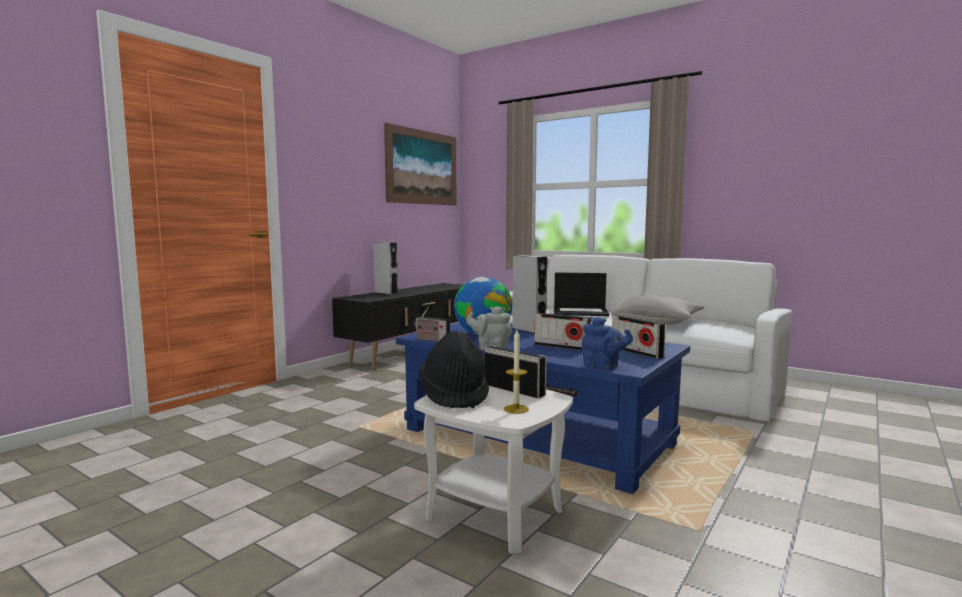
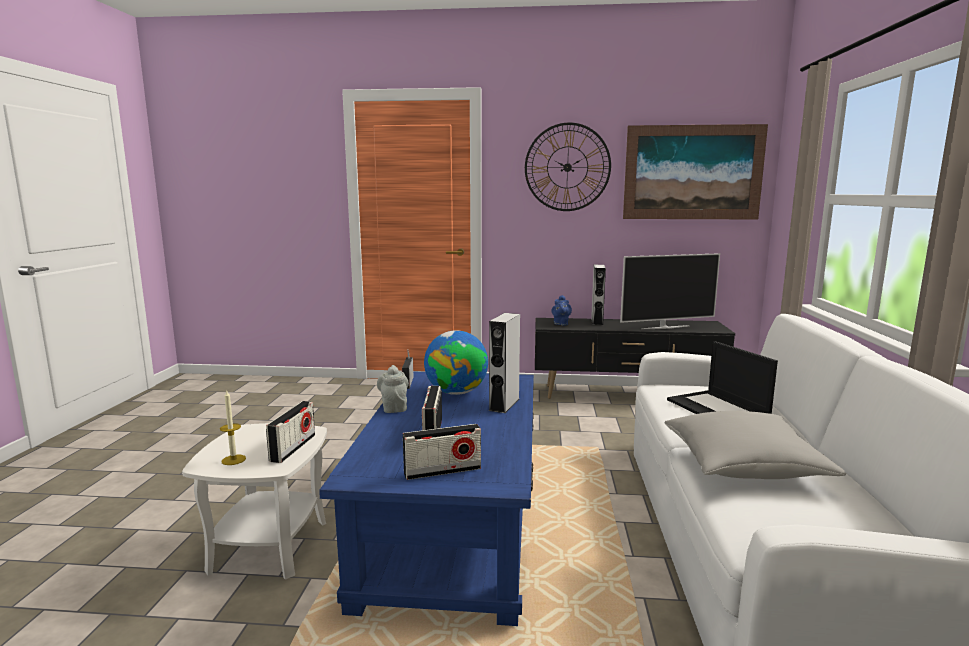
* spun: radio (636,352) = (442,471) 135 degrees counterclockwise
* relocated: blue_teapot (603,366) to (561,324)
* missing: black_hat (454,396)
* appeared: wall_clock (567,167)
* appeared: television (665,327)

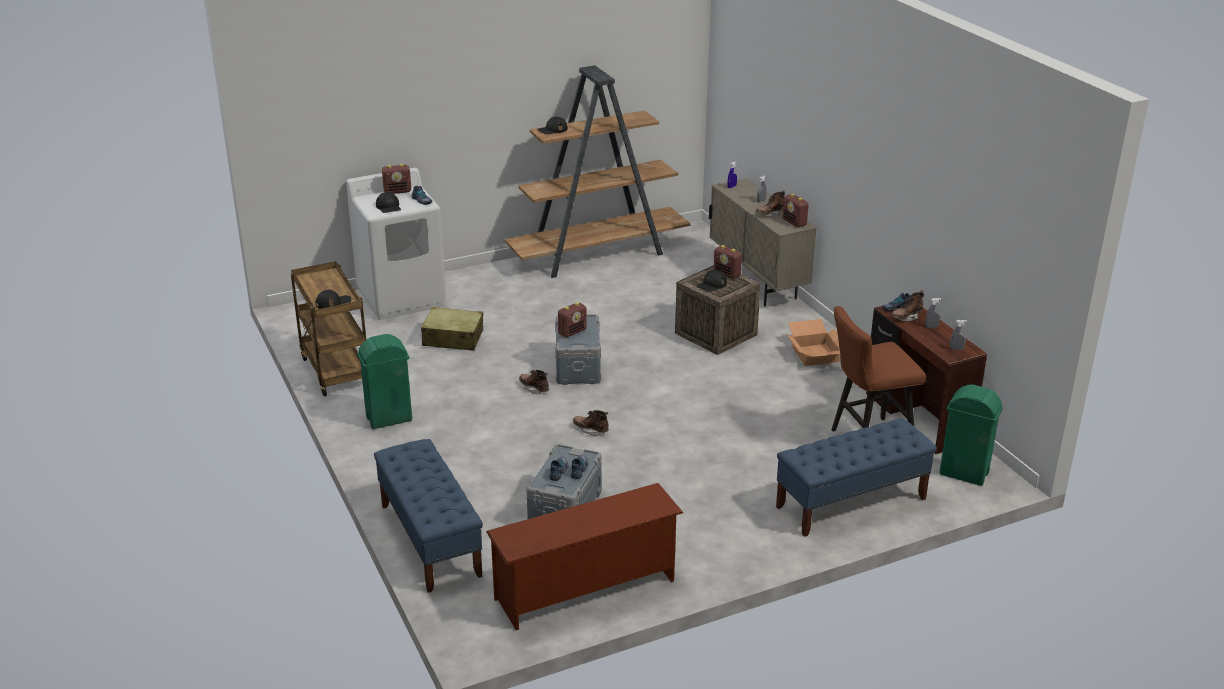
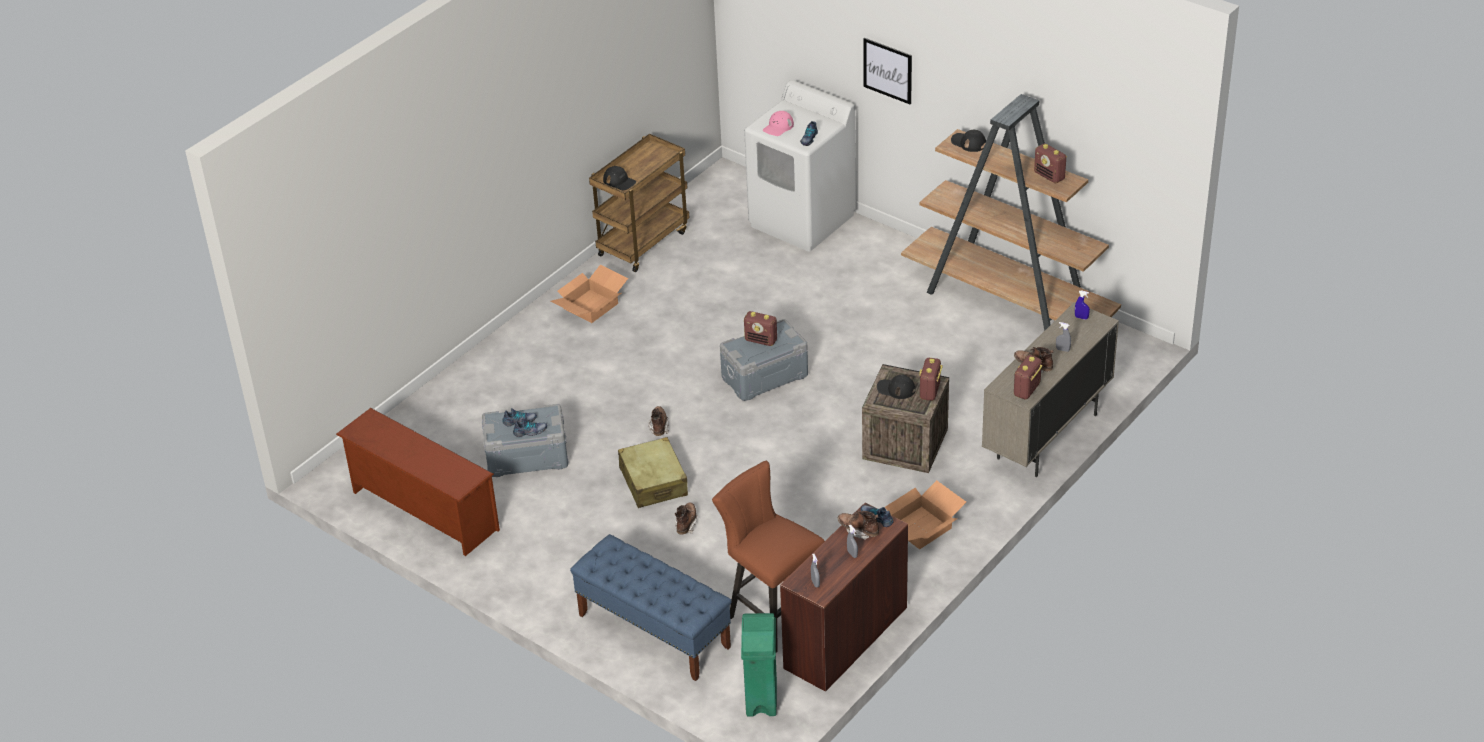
* relocated: radio (397,191) to (1049,176)
* colour: black_cap (388,207) to pink_cap (778,127)
* relocated: beige_suitcase (453,338) to (653,482)
* exchanged: green_trash_can (388,419) to cardboard_box (590,305)
* relocated: brown_boot (534,388) to (686,524)
* missing: blue_bench (430,540)
* appeared: picture (887,70)

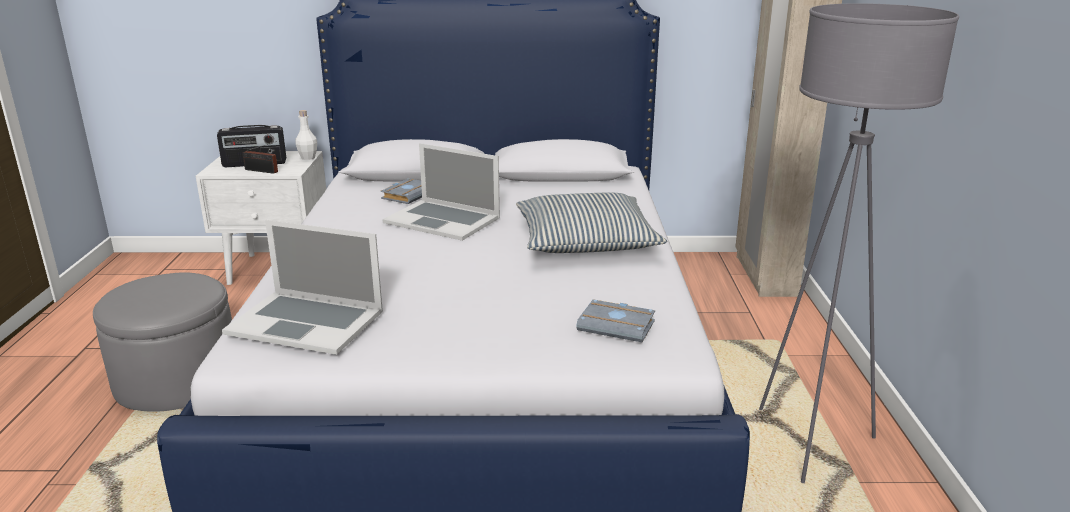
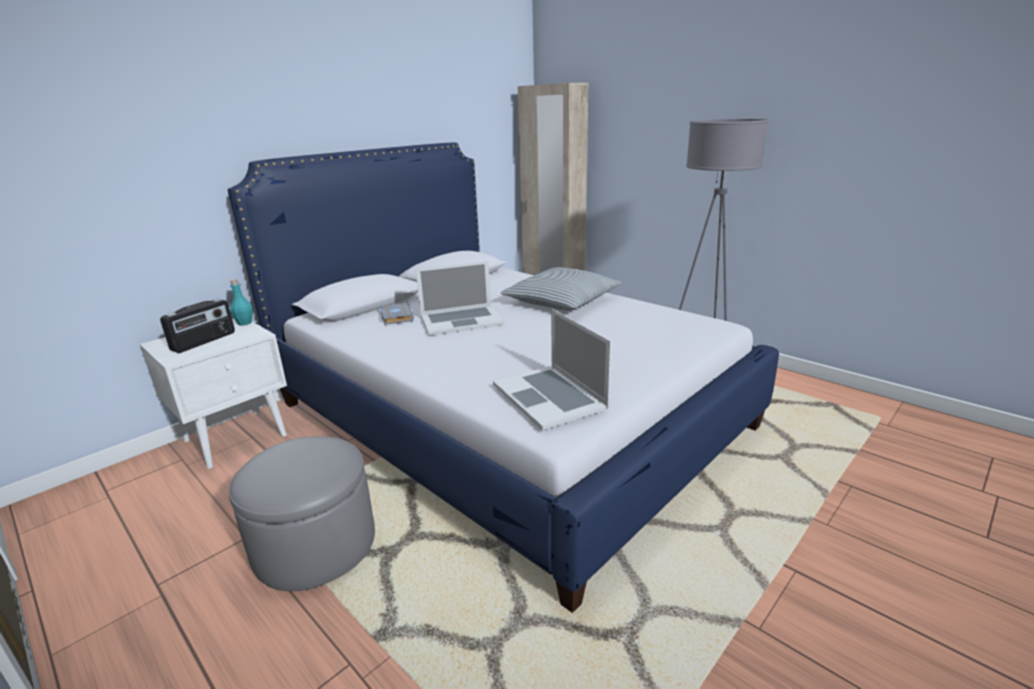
* colour: white_bottle (308,158) to turquoise_bottle (244,323)
* missing: radio (263,171)
* spun: laptop (306,322) = (549,395) 90 degrees clockwise
* missing: grey_book (618,326)

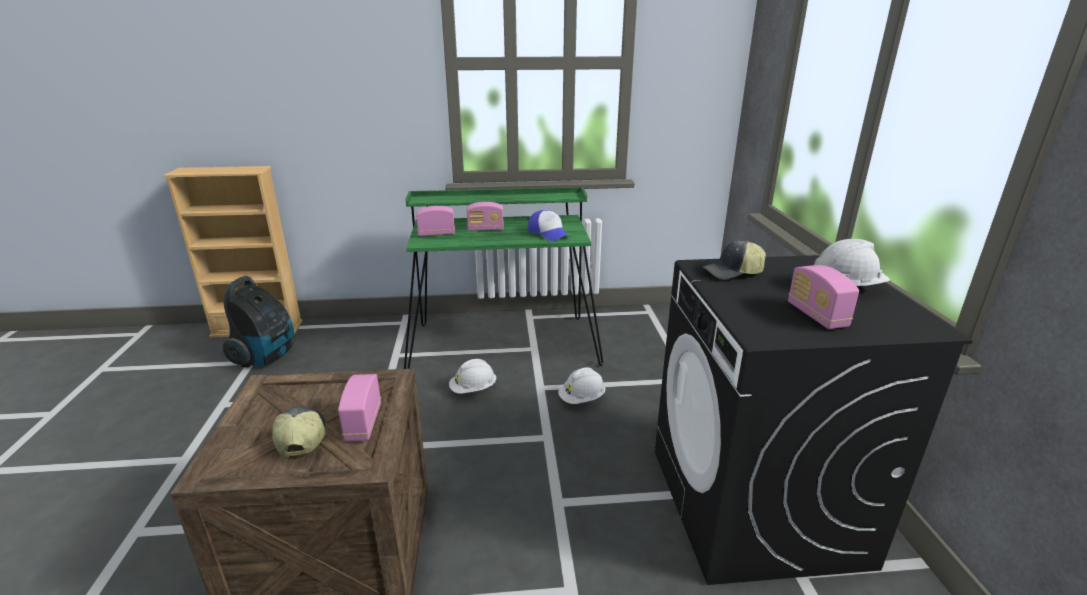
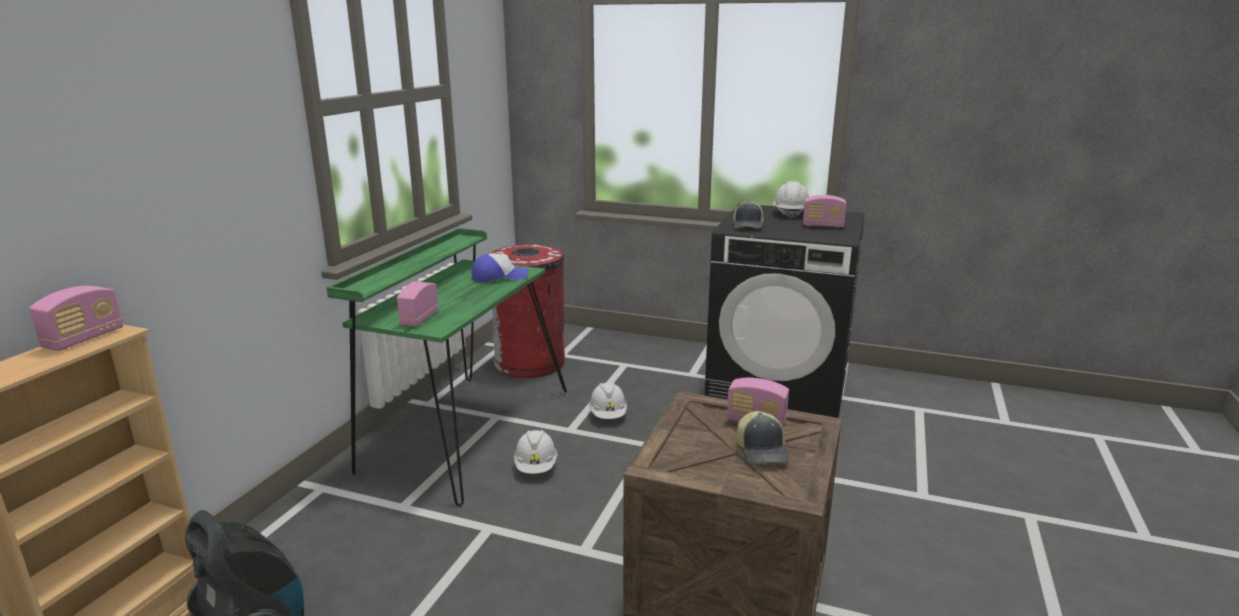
* relocated: radio (485,229) to (84,339)
* spun: cap (300,437) = (762,450) 105 degrees counterclockwise
* appeared: red_trash_can (530,363)

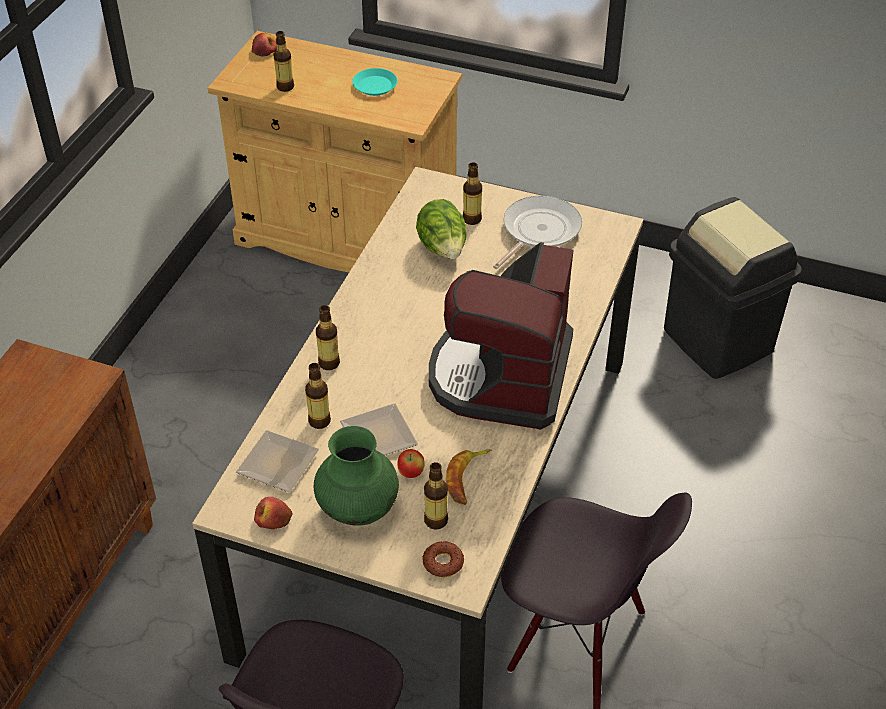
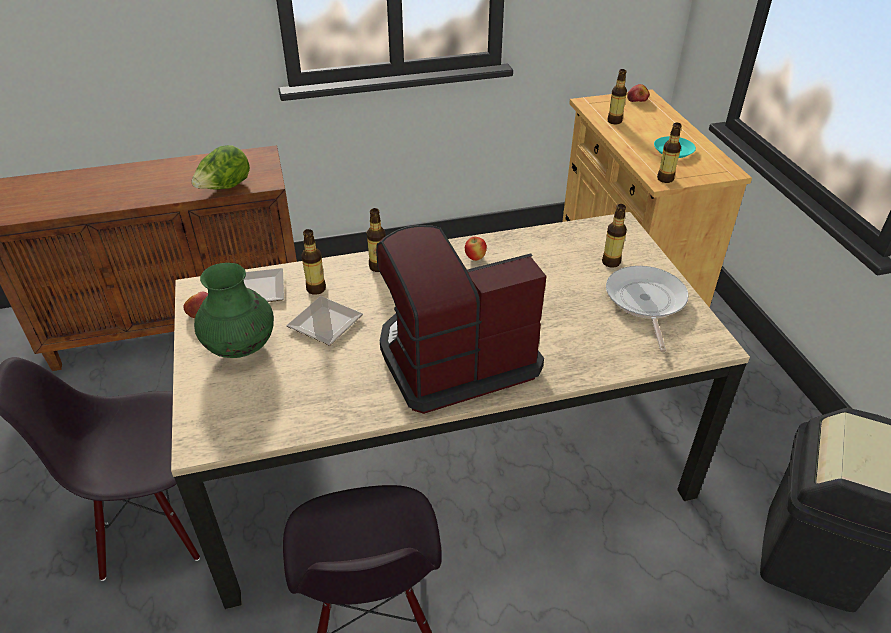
* spun: frying_pan (538,231) = (645,302) 90 degrees counterclockwise
* relocated: lettuce (443,249) to (225,188)
* relocated: apple (411,473) to (475,258)
* missing: banana (467,479)
* relocated: bottle (436,520) to (665,179)
* missing: donut (443,562)

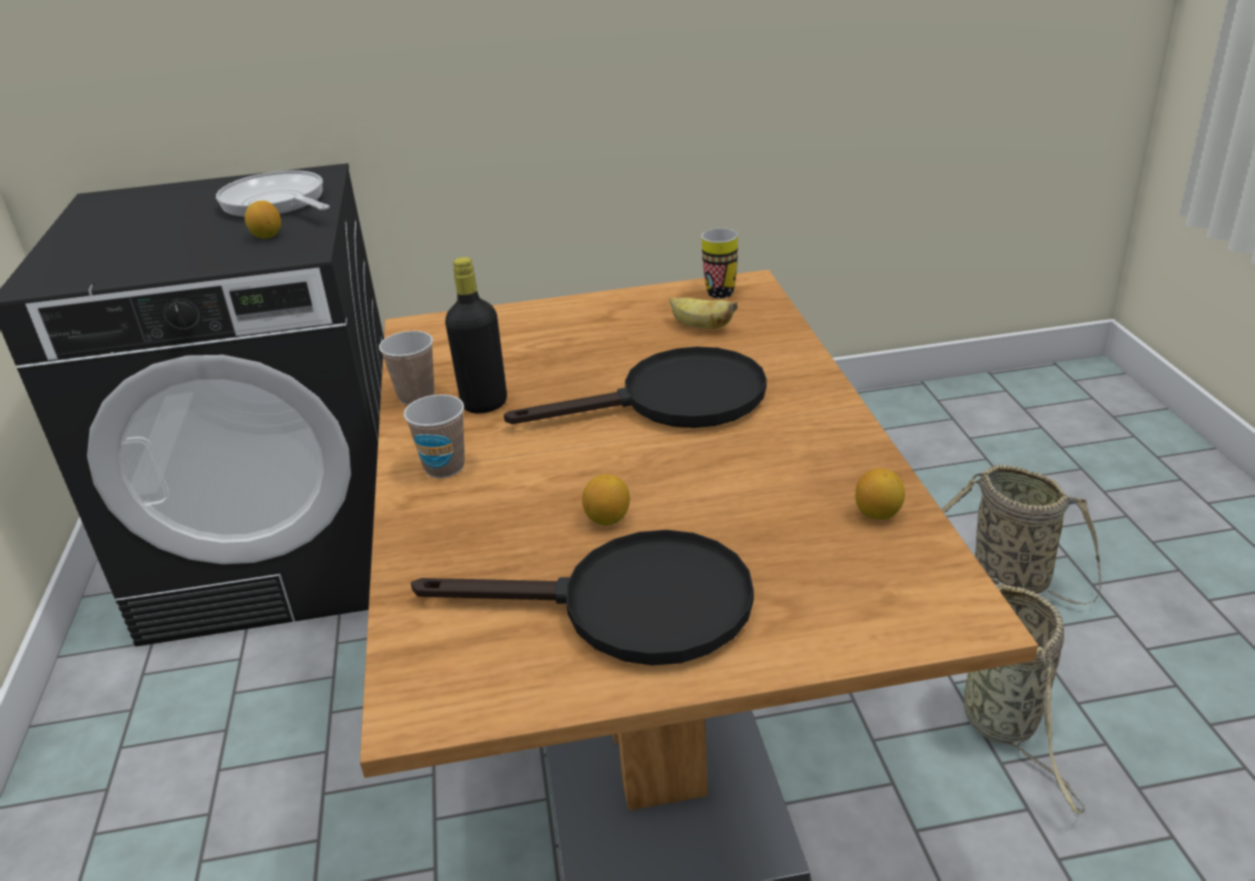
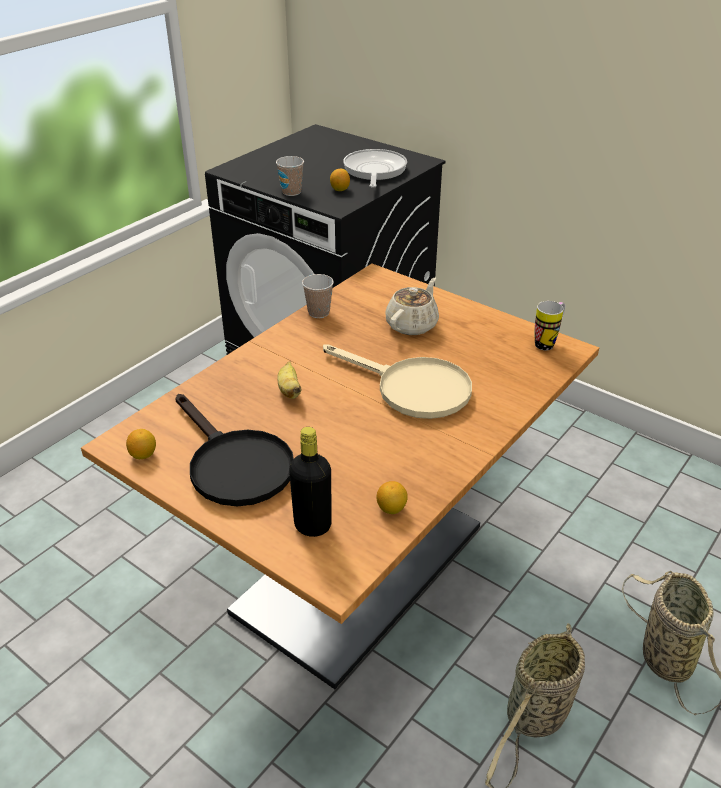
* relocated: black_bottle (484,404) to (312,525)
* relocated: banana (700,326) to (289,390)
* colour: black_frying_pan (673,401) to beige_frying_pan (412,389)
* relocated: cup (444,467) to (291,192)
* relocated: lemon (607,519) to (143,455)
* appeared: beige_teapot (412,324)

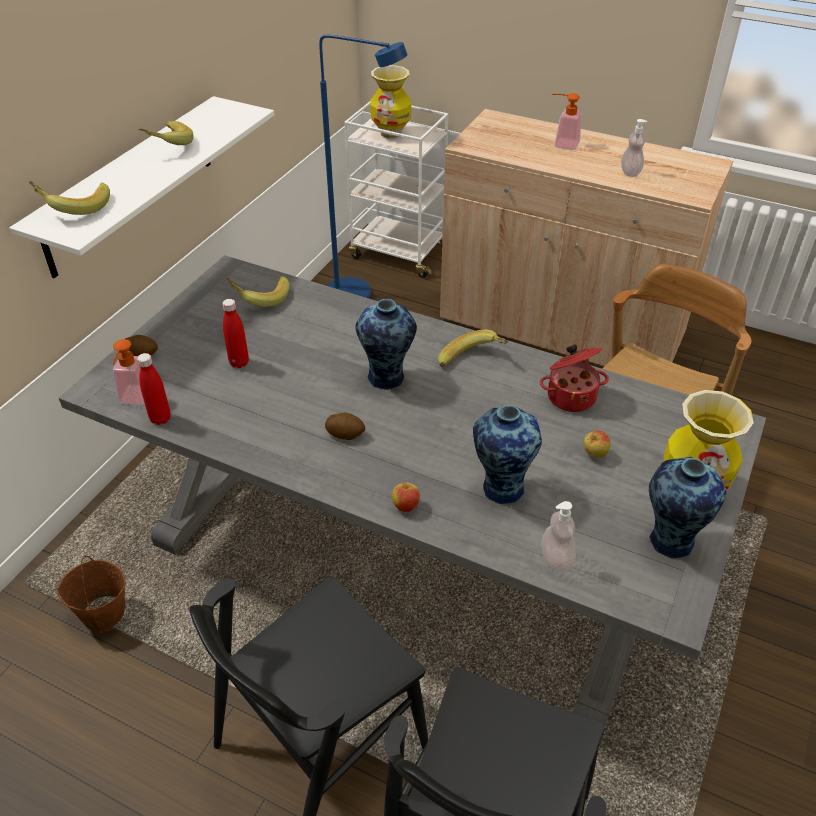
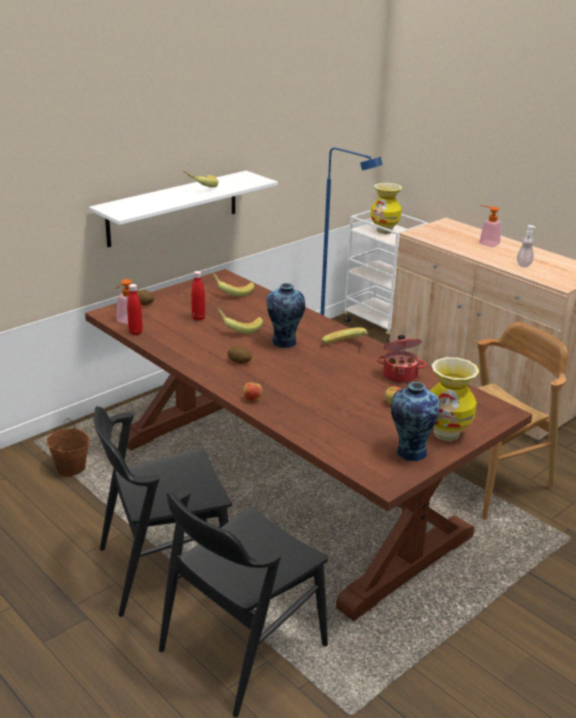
* relocated: banana (75,207) to (239,328)
* colour: grey_dining_table (406,551) to brown_dining_table (282,487)
* missing: vase (501,487)
* missing: soap_dispenser (556,559)

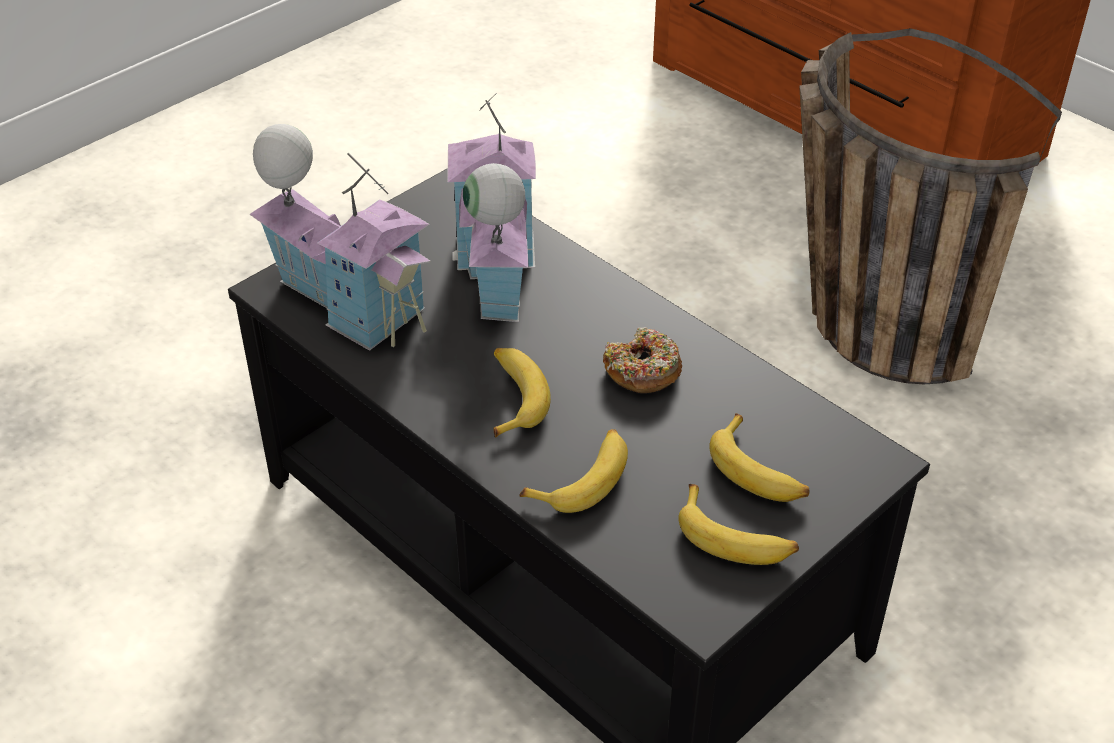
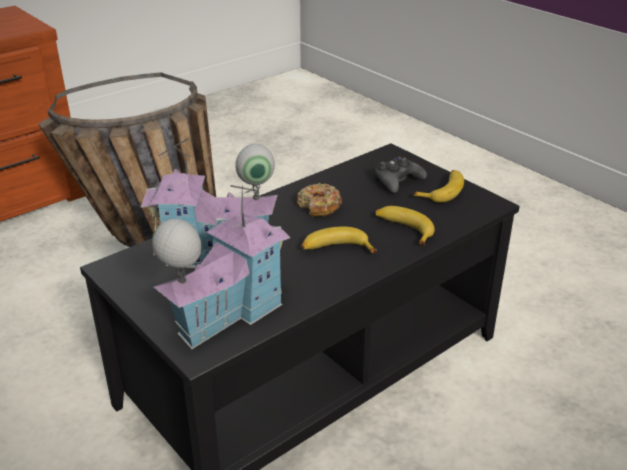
* exchanged: banana (758,471) to black_game_controller (397,181)

